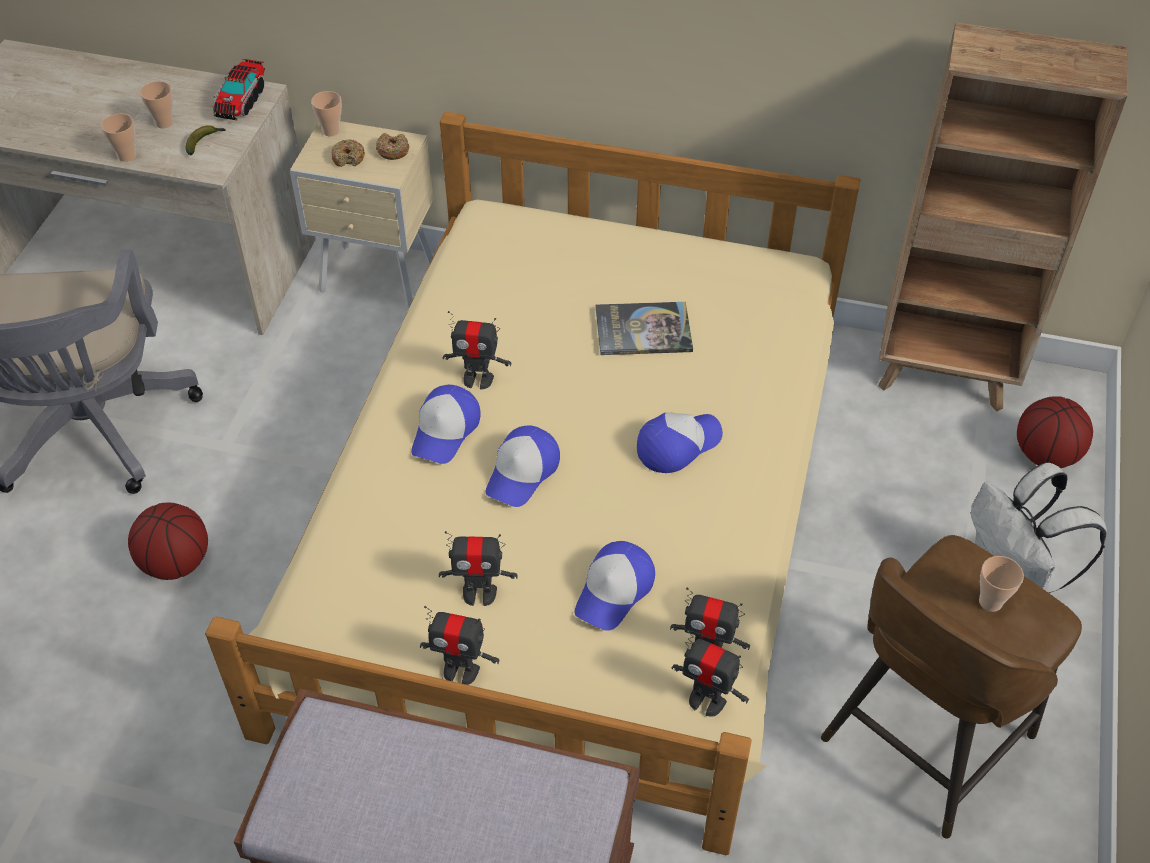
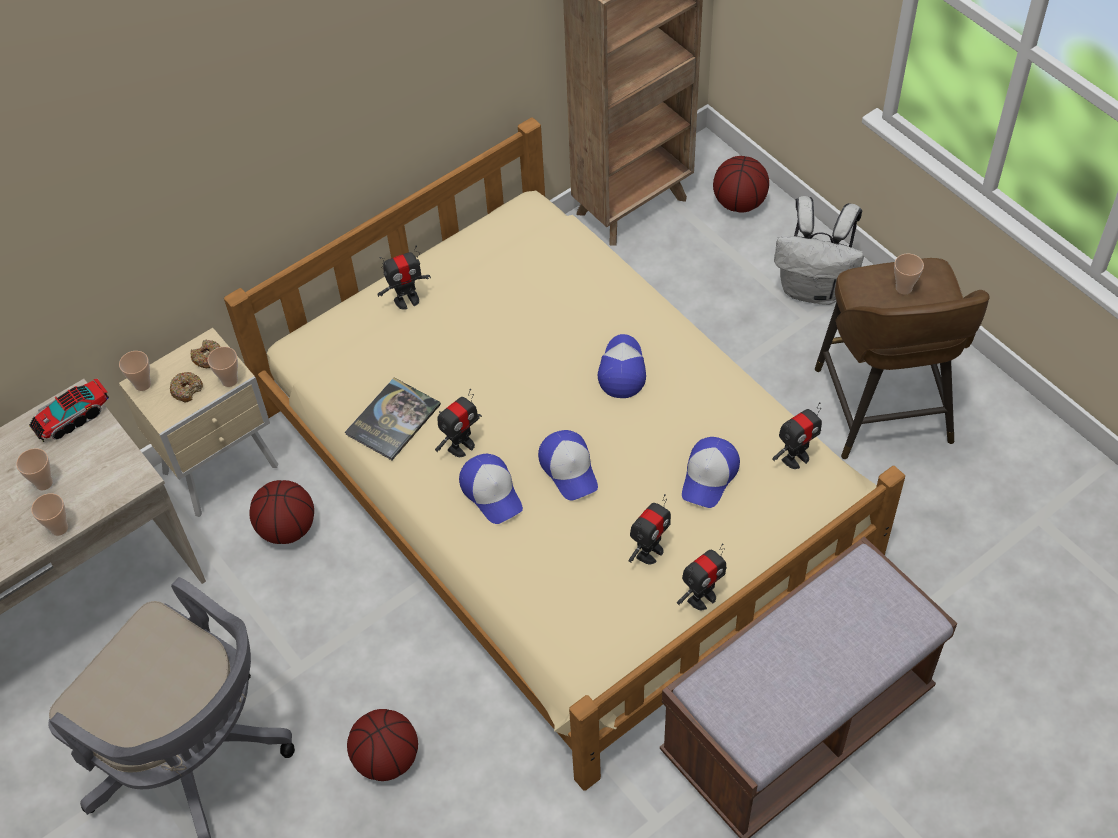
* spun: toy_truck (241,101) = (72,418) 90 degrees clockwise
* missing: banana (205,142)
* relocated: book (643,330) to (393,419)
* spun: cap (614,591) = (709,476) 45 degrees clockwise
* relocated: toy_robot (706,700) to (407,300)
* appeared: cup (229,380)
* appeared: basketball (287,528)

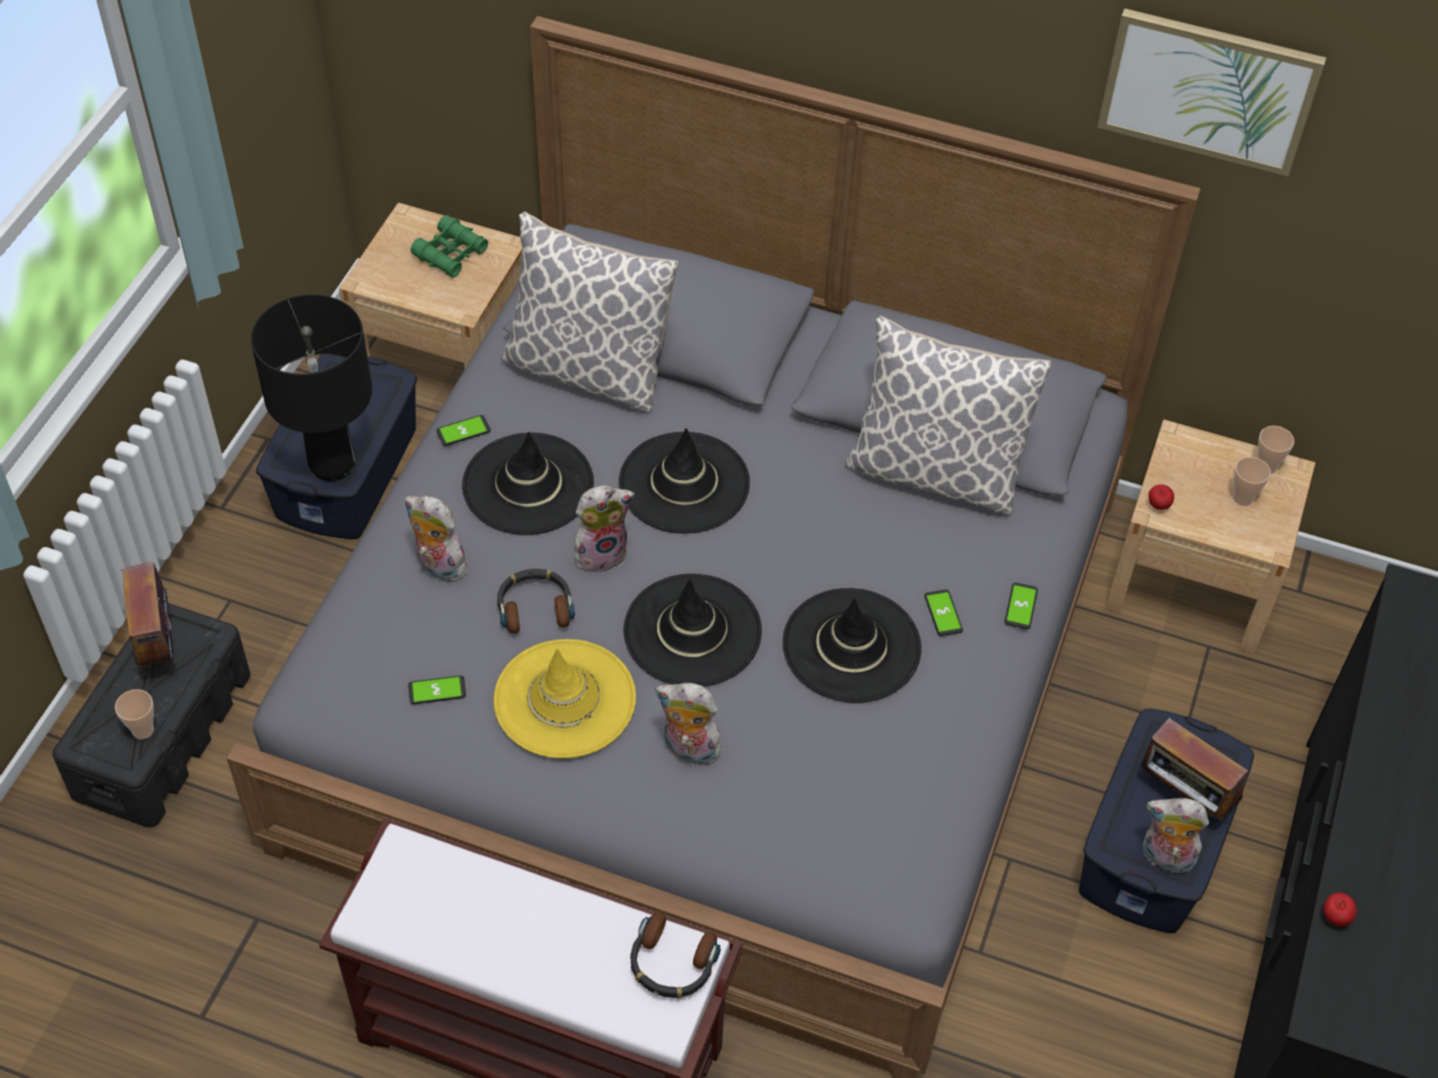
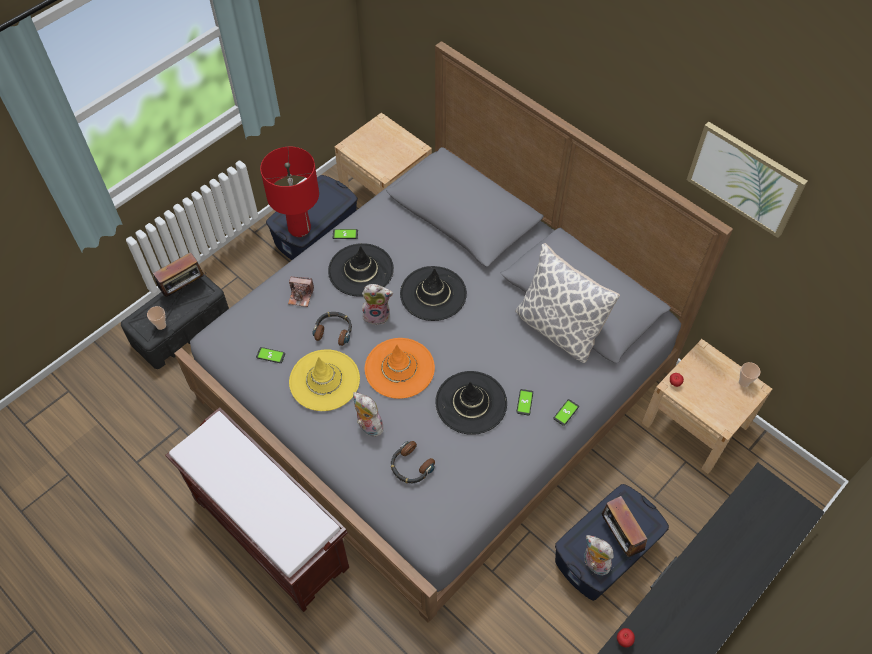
* missing: pillow (587,369)
* missing: green_binoculars (450,254)
* colour: black_table_lamp (331,464) to red_table_lamp (299,229)
* missing: cup (1242,498)
* exchanged: plush_toy (438,566) to photo_camera (301,296)
* spun: radio (156,646) = (185,289) 135 degrees counterclockwise
* colour: black_hat (692,631) to orange_hat (399,368)
* relocated: headphones (671,964) to (410,466)

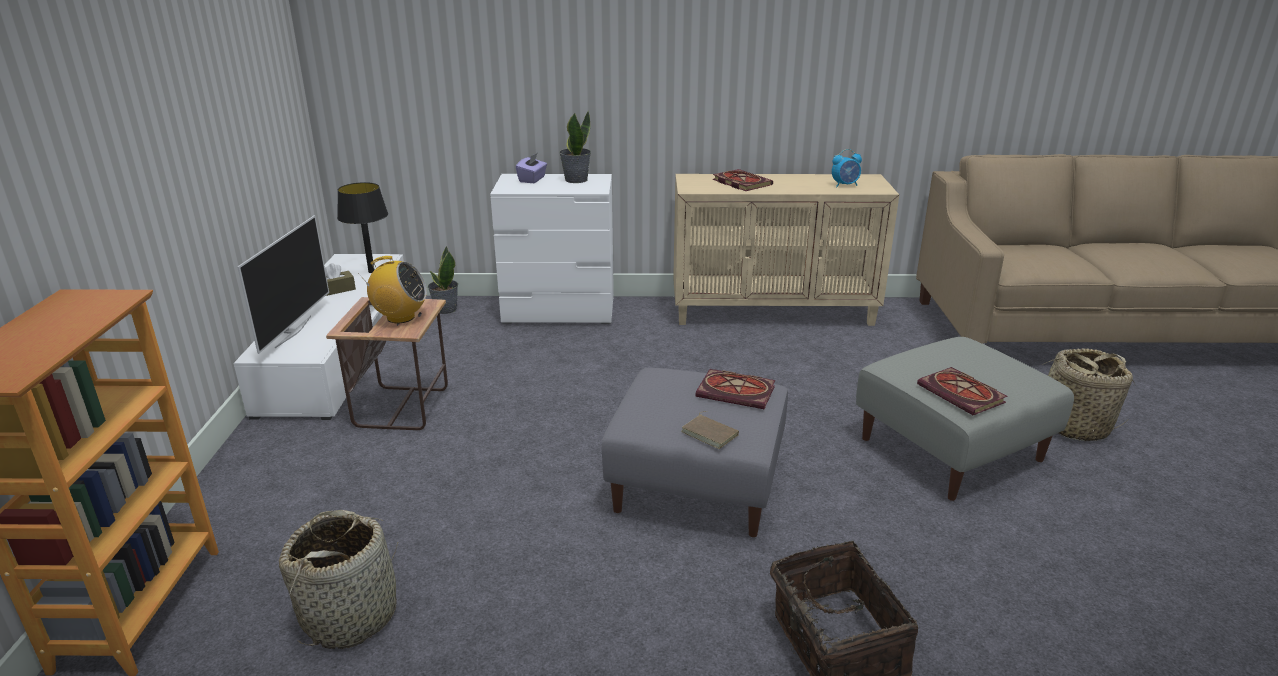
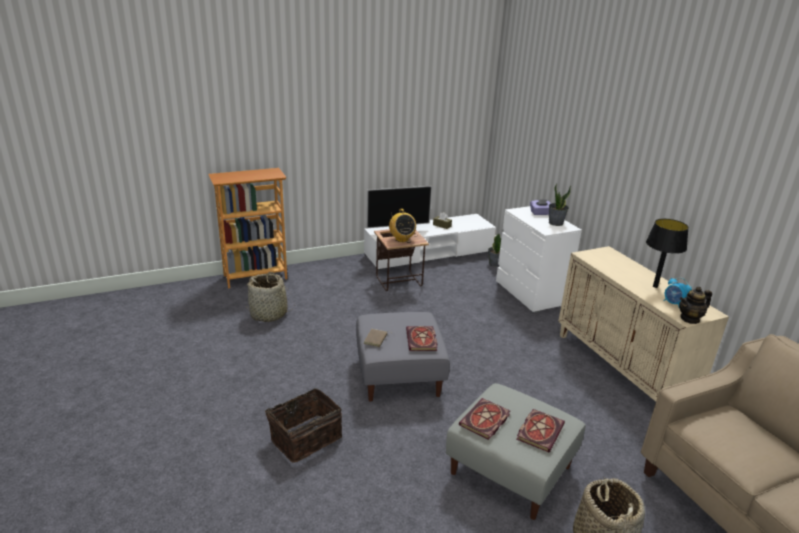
* relocated: book (740,182) to (539,431)
* relocated: black_table_lamp (371,272) to (655,286)
* appeared: teapot (690,319)

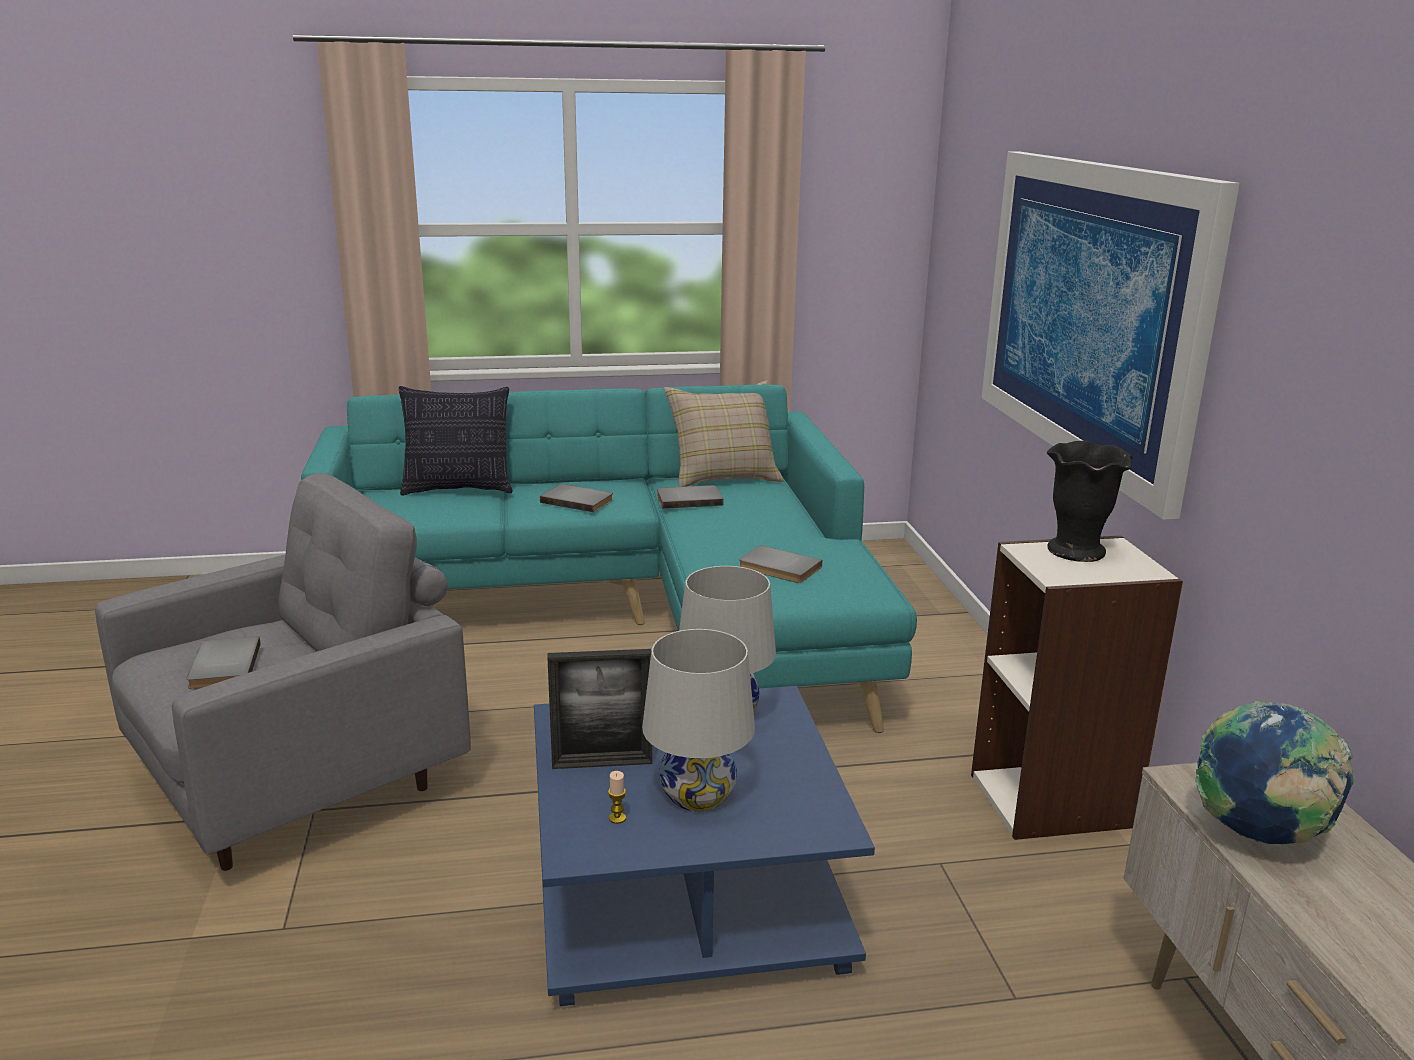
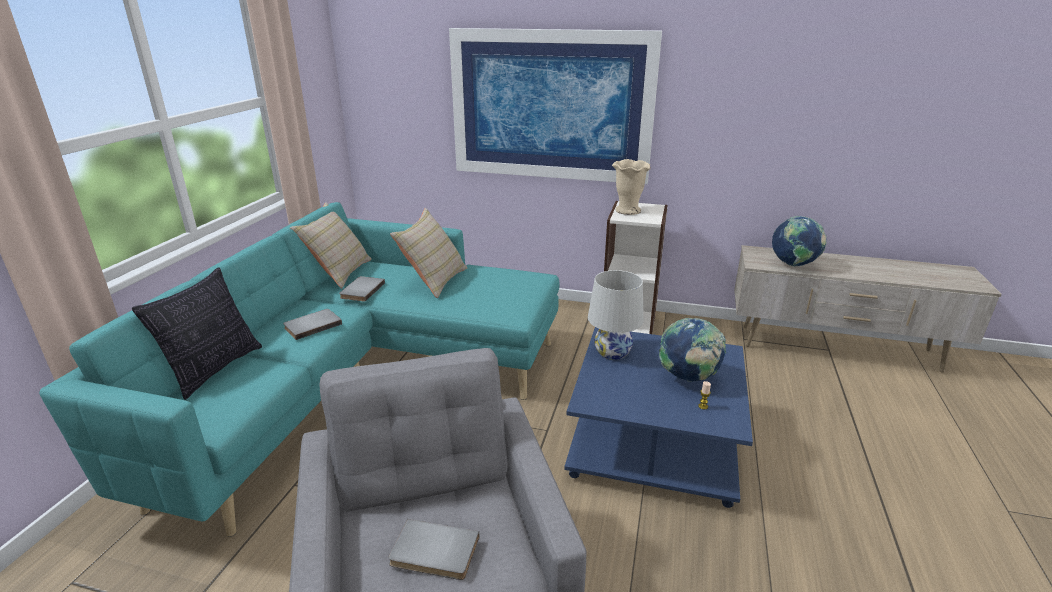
* colour: black_vase (1076,551) to beige_vase (628,210)
* missing: grey_book (778,568)
* exchanged: white_table_lamp (697,795) to globe (688,378)
* missing: picture_frame (602,763)
* appeared: beige_pillow (434,280)

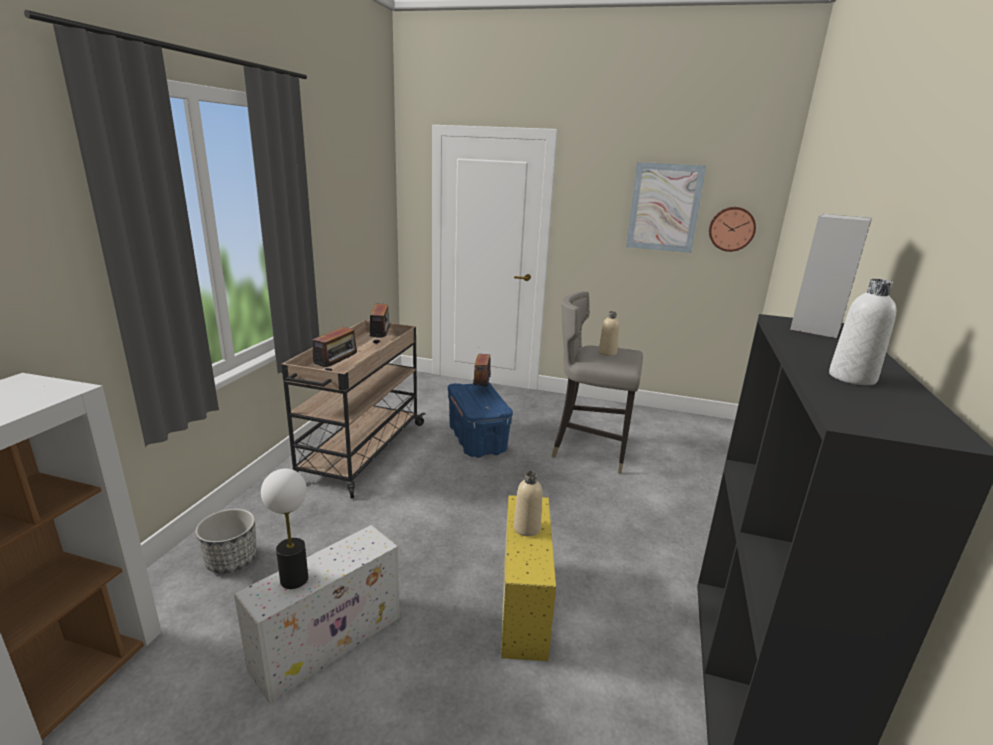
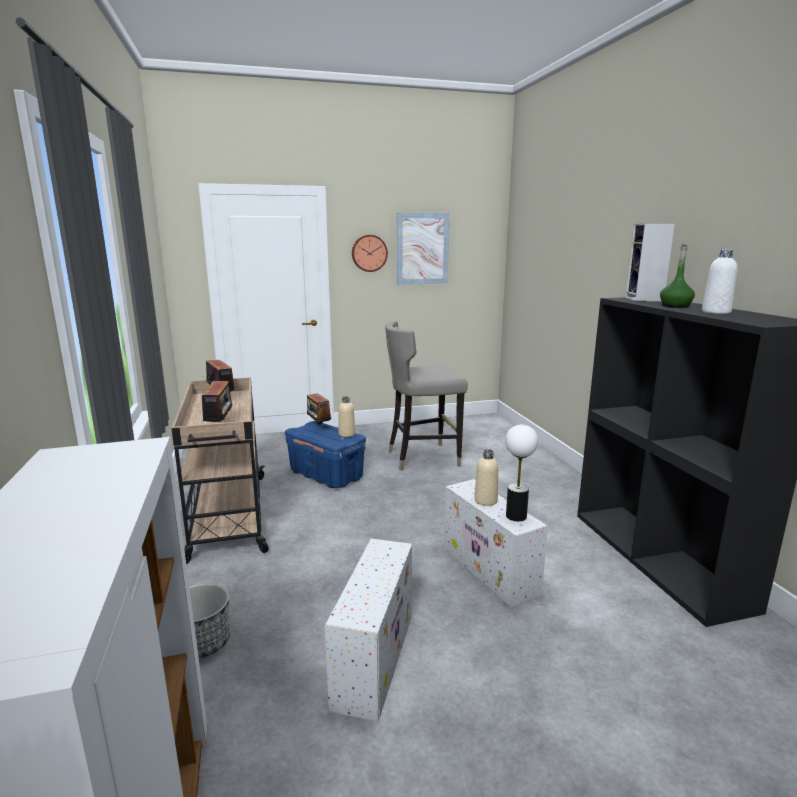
* relocated: wall_clock (731,229) to (369,253)
* relocated: beige_bottle (607,353) to (347,434)
* relocated: table_lamp (294,579) to (516,516)
* colour: yellow_storage_box (524,606) to white_storage_box (490,570)
* appeared: green_bottle (675,306)

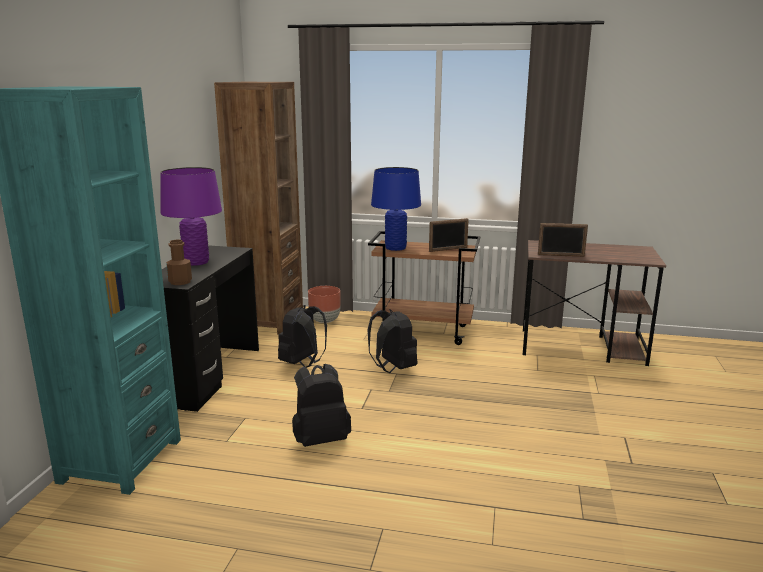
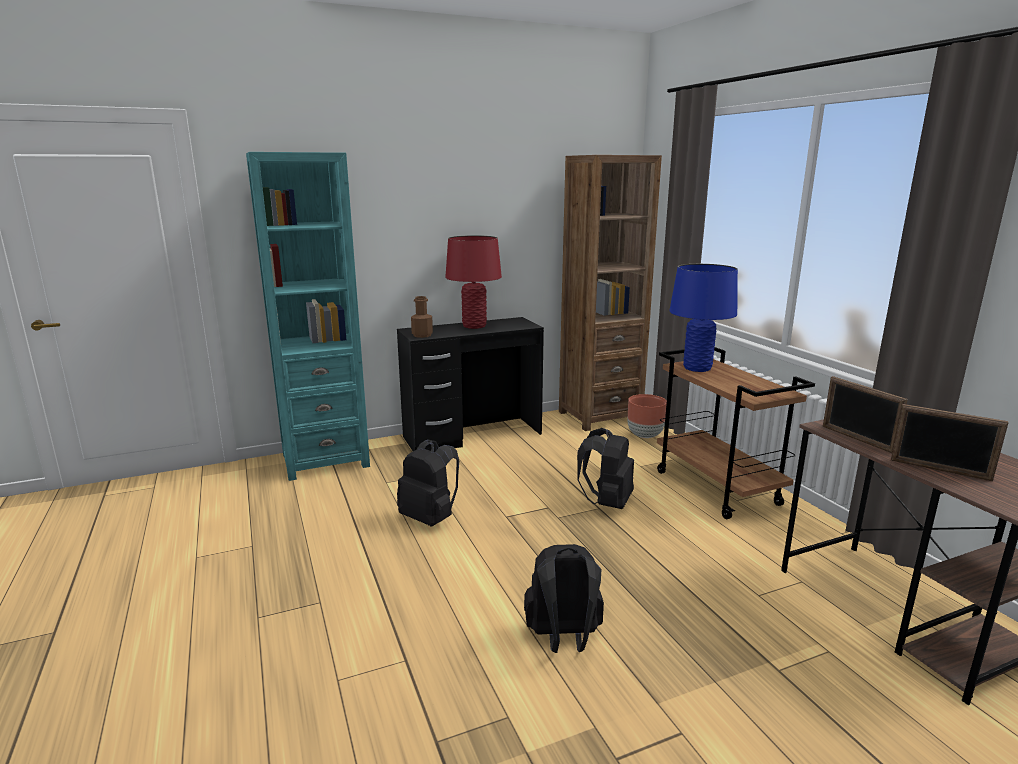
* colour: purple_table_lamp (196,262) to red_table_lamp (474,326)
* relocated: picture_frame (448,249) to (939,470)
* relocated: black_backpack (303,363) to (563,639)

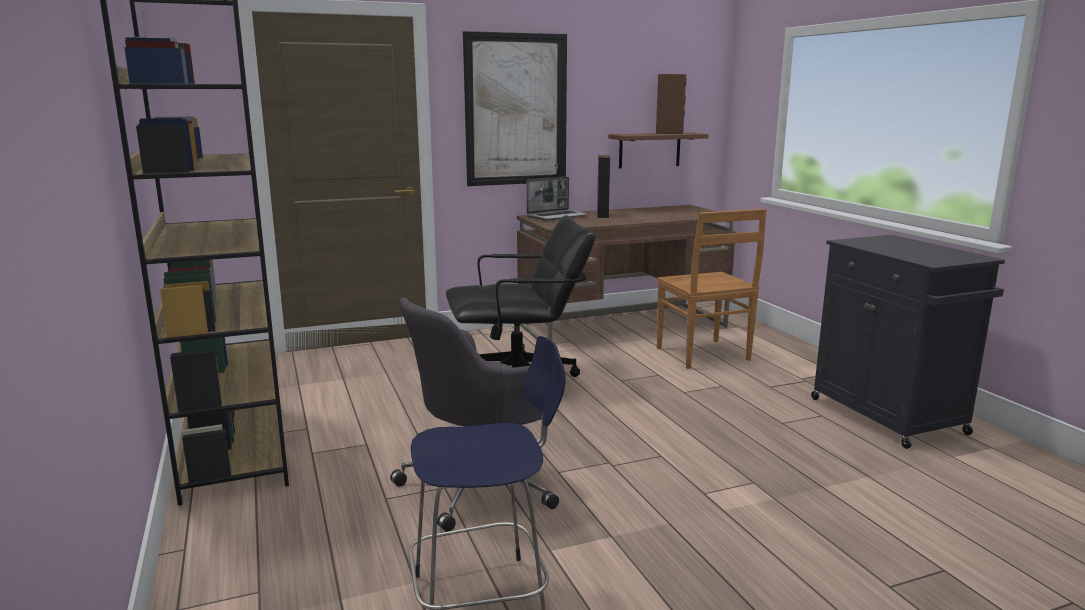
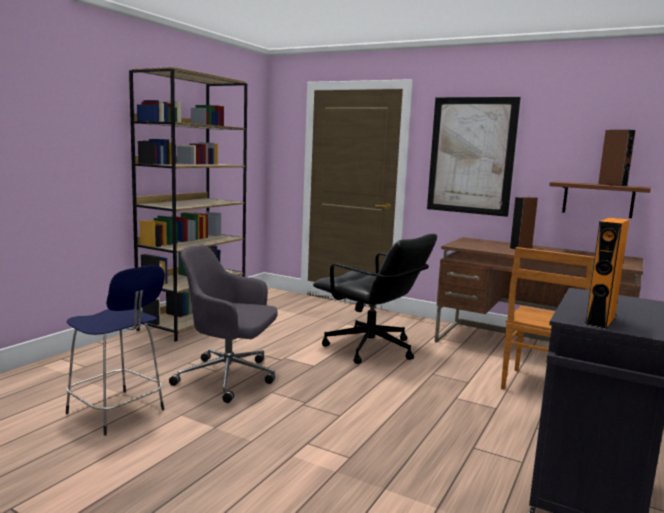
* missing: laptop (557,216)
* appeared: orange_speaker (600,321)

